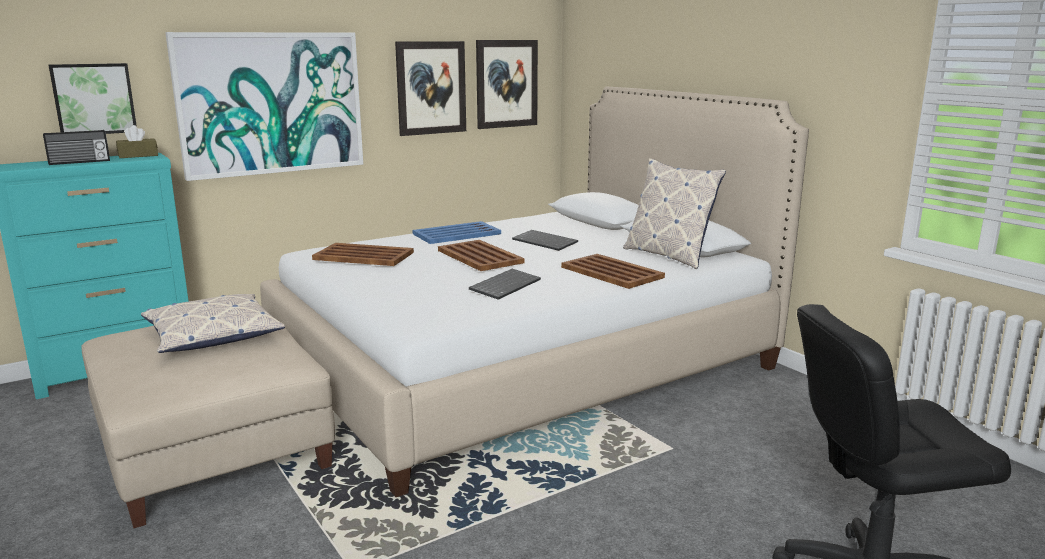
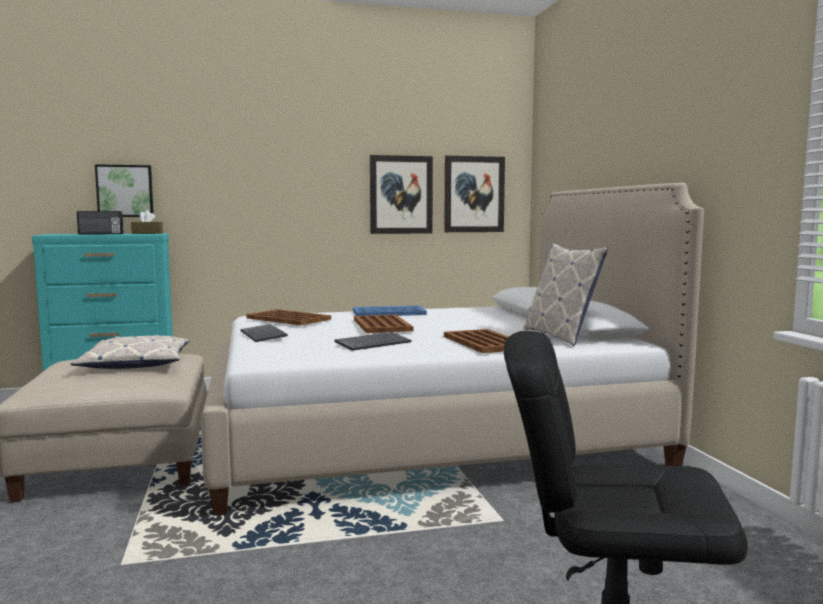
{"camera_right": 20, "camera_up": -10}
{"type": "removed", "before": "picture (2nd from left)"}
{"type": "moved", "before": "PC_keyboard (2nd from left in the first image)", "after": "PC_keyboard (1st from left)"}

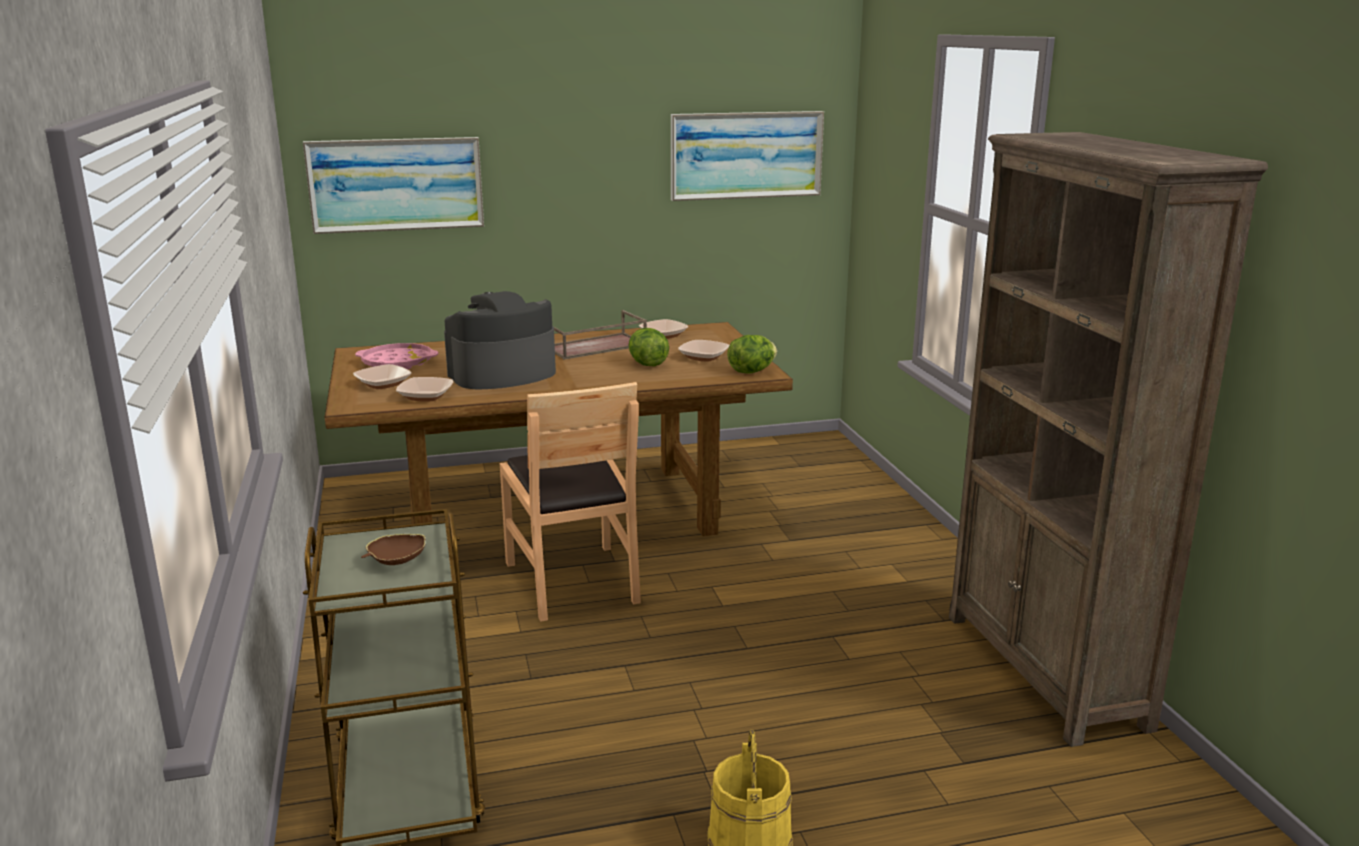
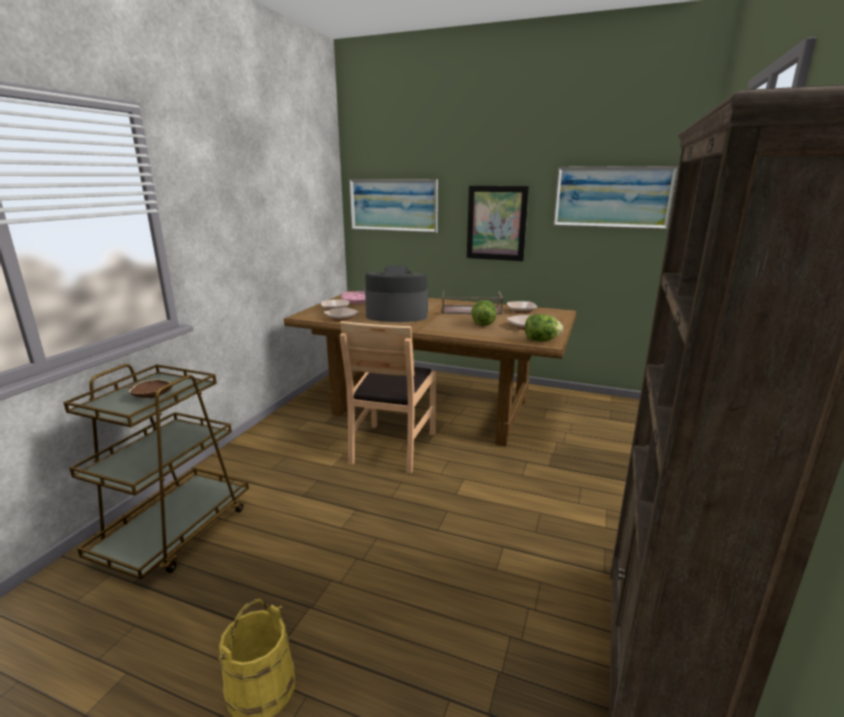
{"camera_right": 35, "camera_up": 0}
{"type": "added", "after": "picture (2nd from left)"}

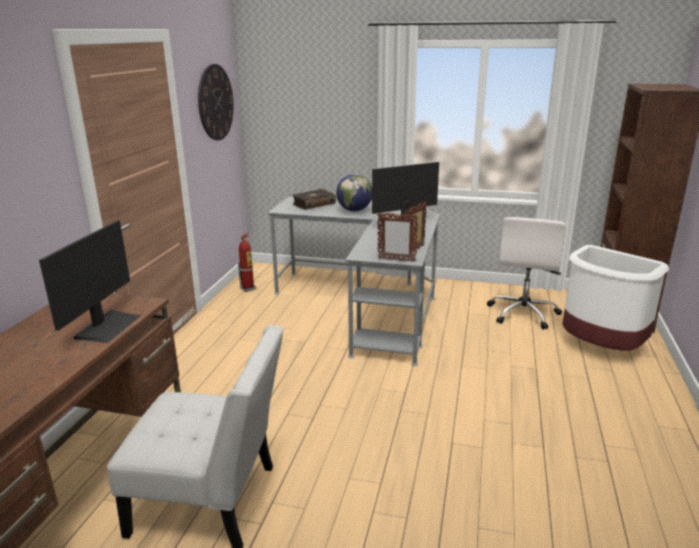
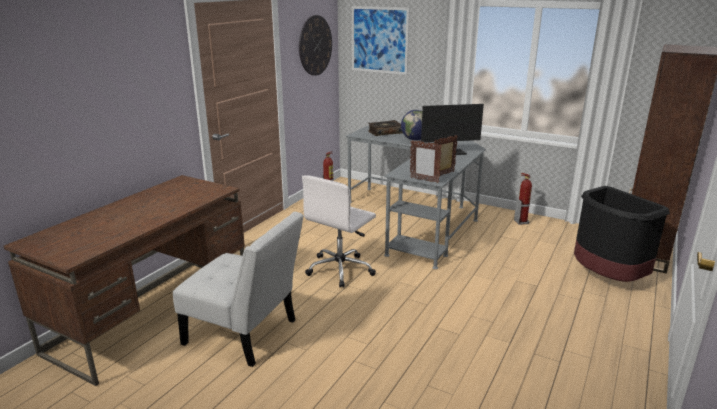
{"camera_right": 15, "camera_up": 0}
{"type": "removed", "before": "computer_screen (1st from left)"}
{"type": "moved", "before": "white-coloured_desk_chair"}
{"type": "recoloured", "before": "white-coloured_waste_bin", "after": "black-coloured_waste_bin"}
{"type": "added", "after": "picture"}
{"type": "added", "after": "extinguisher (2nd from left)"}

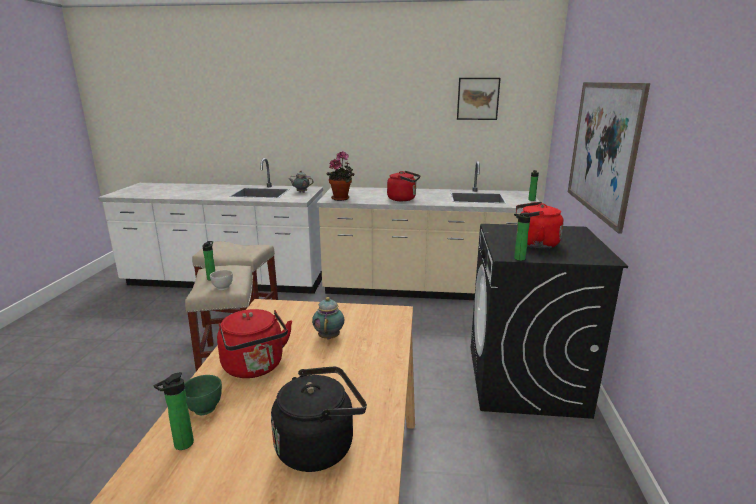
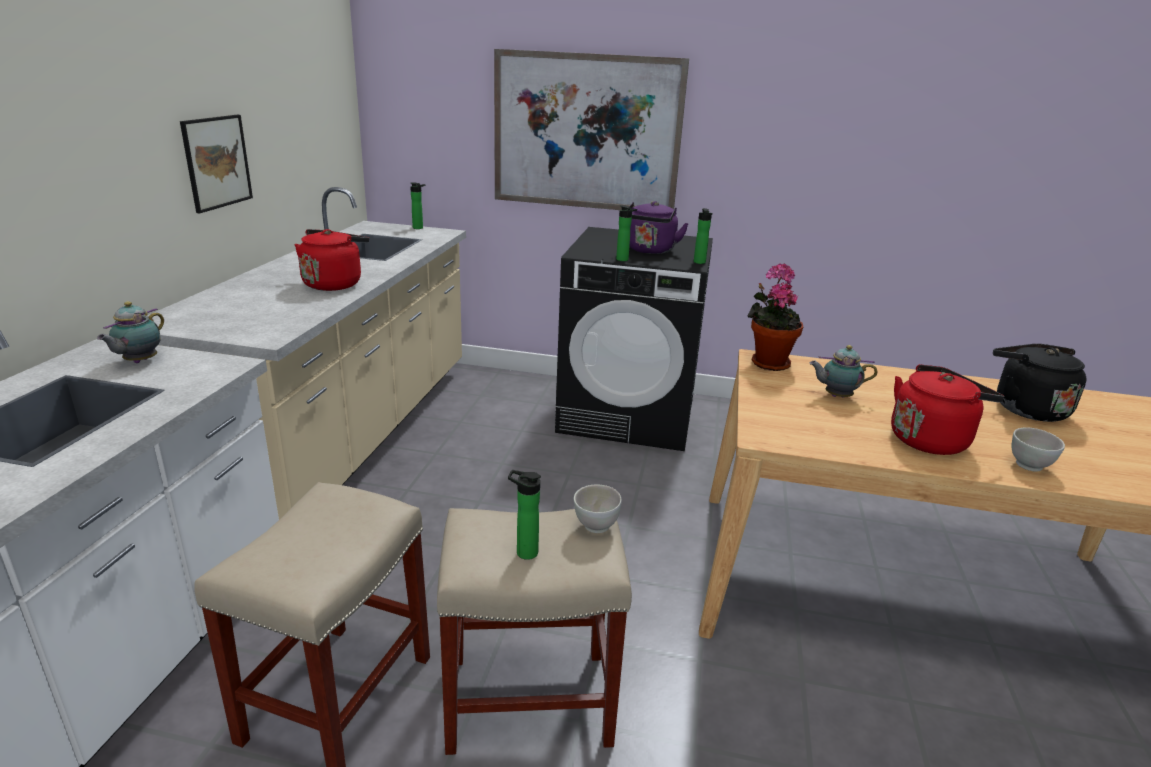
{"camera_right": -85, "camera_up": 5}
{"type": "moved", "before": "bottle (1st from left in the first image)", "after": "bottle (3rd from left)"}
{"type": "recoloured", "before": "green_serving_bowl", "after": "white-coloured_serving_bowl (2nd from left)"}
{"type": "moved", "before": "houseplant"}
{"type": "moved", "before": "picture (1st from left)"}
{"type": "recoloured", "before": "reddish_kettle (3rd from left)", "after": "purple_kettle"}

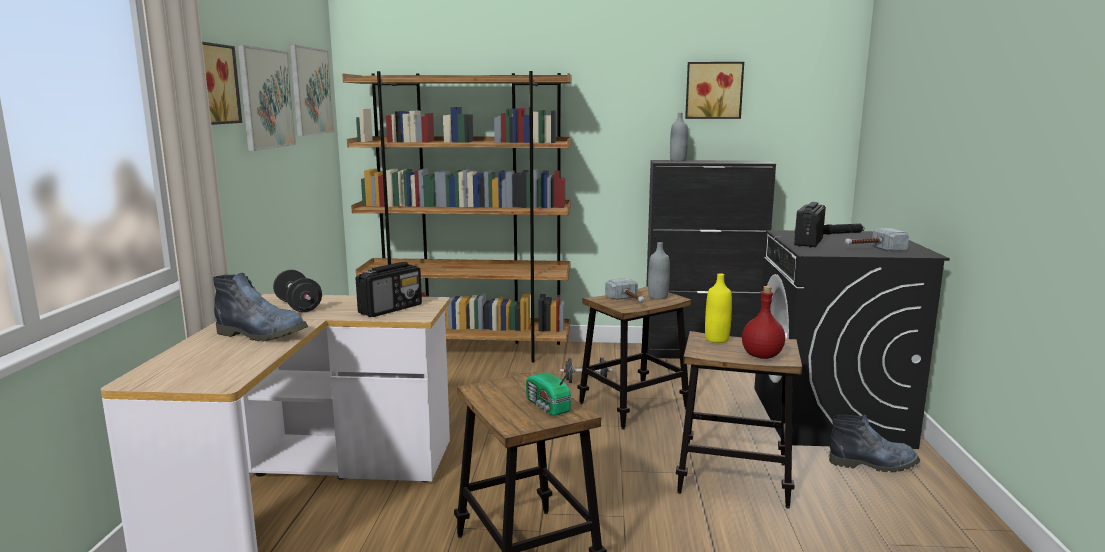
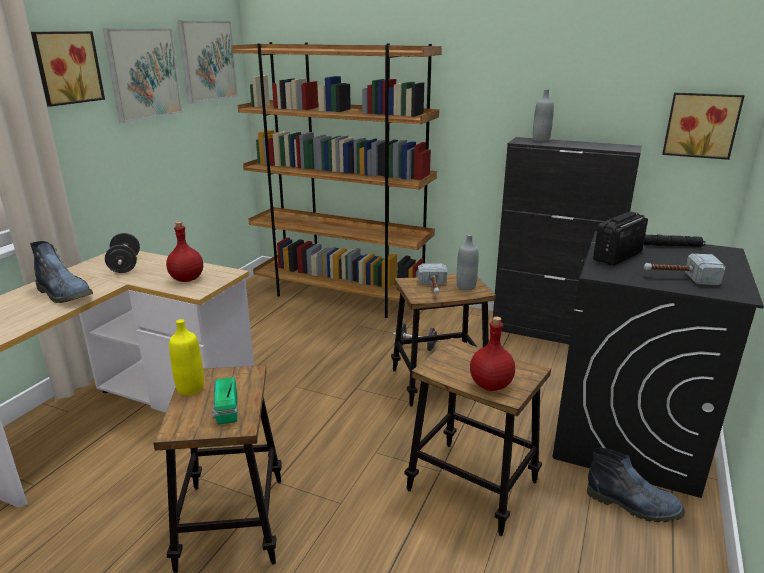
{"camera_right": 20, "camera_up": 10}
{"type": "replaced", "before": "radio (1st from left)", "after": "reddish_bottle (1st from left)"}
{"type": "moved", "before": "picture (4th from left)"}
{"type": "moved", "before": "yellow_bottle"}

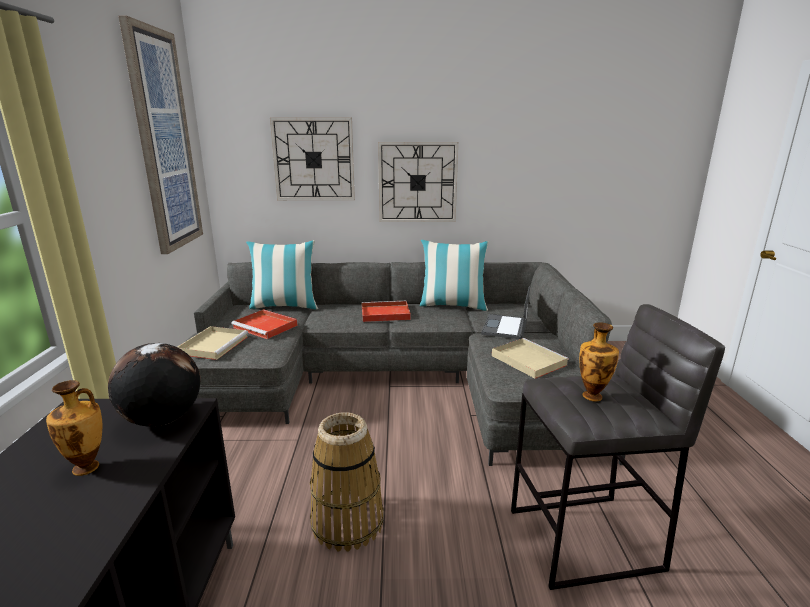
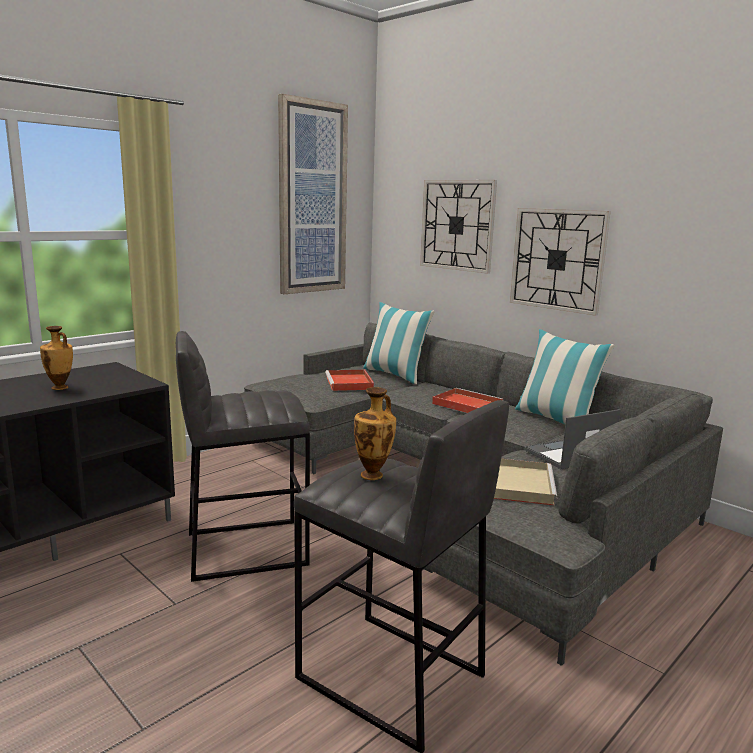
{"camera_right": 45, "camera_up": -5}
{"type": "removed", "before": "globe"}
{"type": "removed", "before": "sand-coloured_serving_tray (1st from left)"}
{"type": "replaced", "before": "storage_basket", "after": "greyish_sitting_stool (1st from left)"}

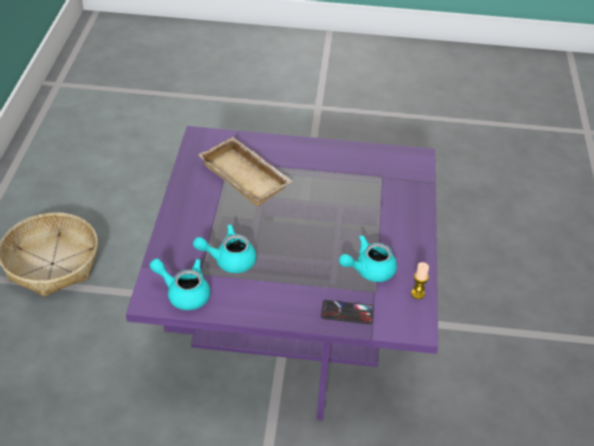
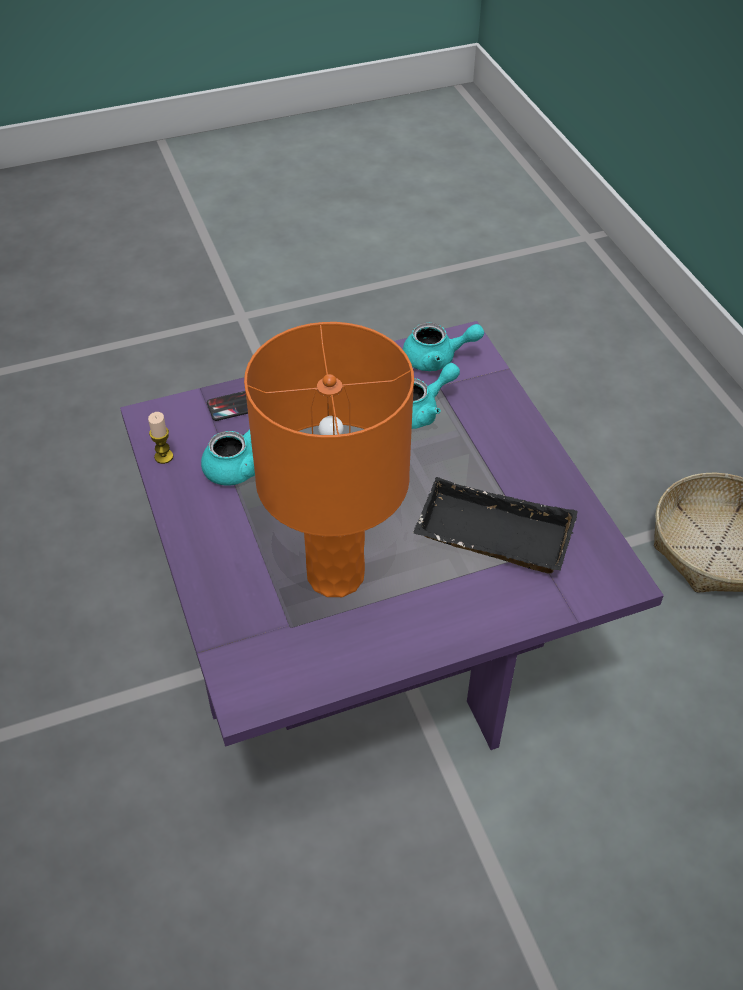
{"camera_right": 155, "camera_up": 5}
{"type": "recoloured", "before": "sand-coloured_serving_tray", "after": "black-coloured_serving_tray"}
{"type": "added", "after": "orangey_lamp_for_a_table"}

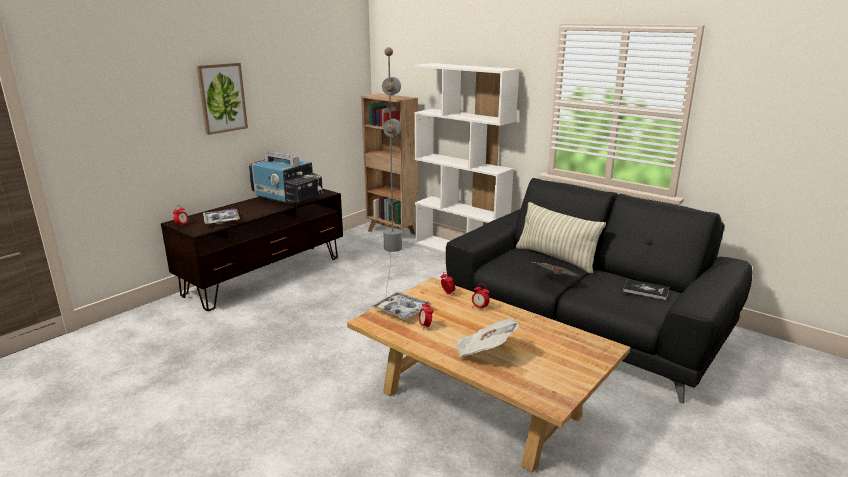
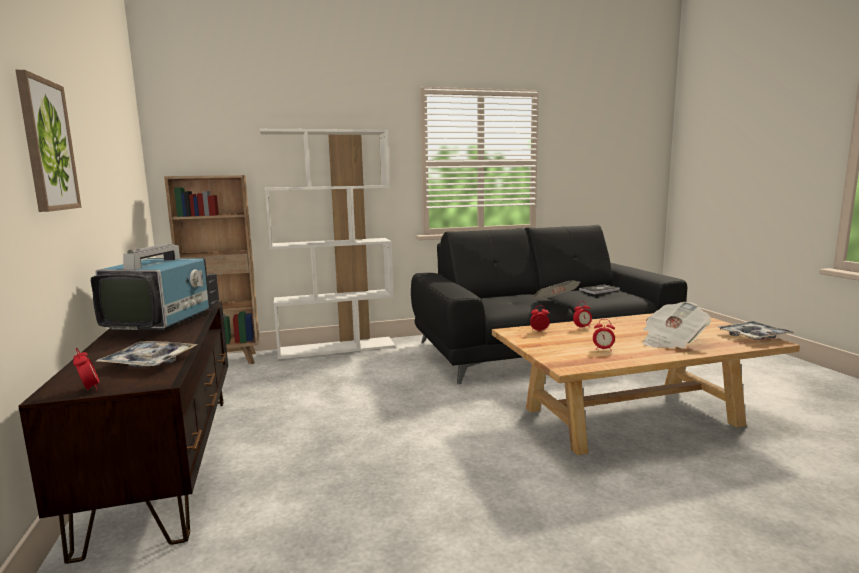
{"camera_right": -55, "camera_up": -10}
{"type": "turned", "before": "TV", "turn": -60}
{"type": "moved", "before": "serving_tray (2nd from left)"}
{"type": "removed", "before": "greyish_floor_lamp"}
{"type": "removed", "before": "cushion"}

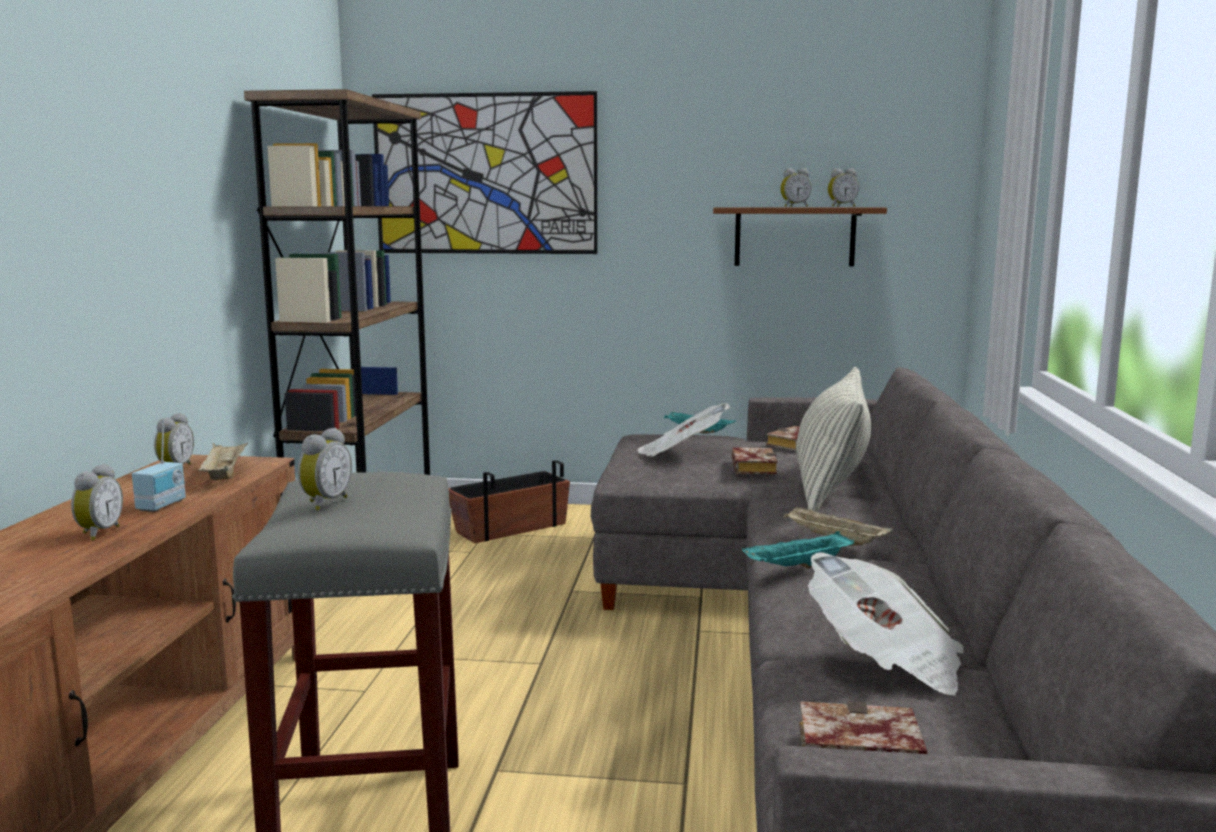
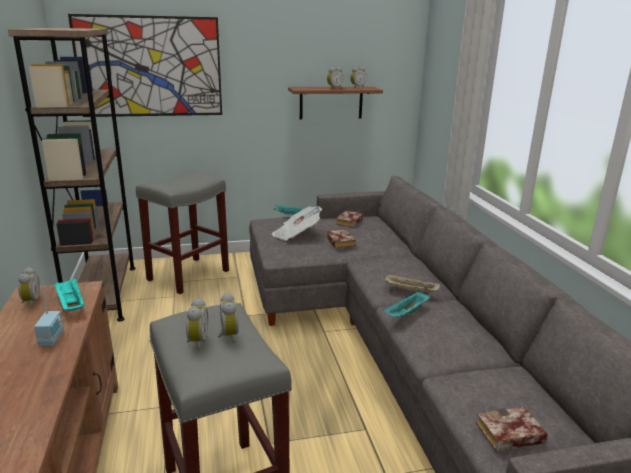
{"camera_right": -20, "camera_up": 10}
{"type": "moved", "before": "table_clock (1st from left in the first image)", "after": "table_clock (3rd from left)"}
{"type": "recoloured", "before": "sand-coloured_serving_tray (1st from left)", "after": "turquoise_serving_tray (1st from left)"}
{"type": "replaced", "before": "plant_pot", "after": "greyish_sitting_stool (1st from left)"}
{"type": "removed", "before": "cushion"}
{"type": "removed", "before": "printed_paper (2nd from left)"}

